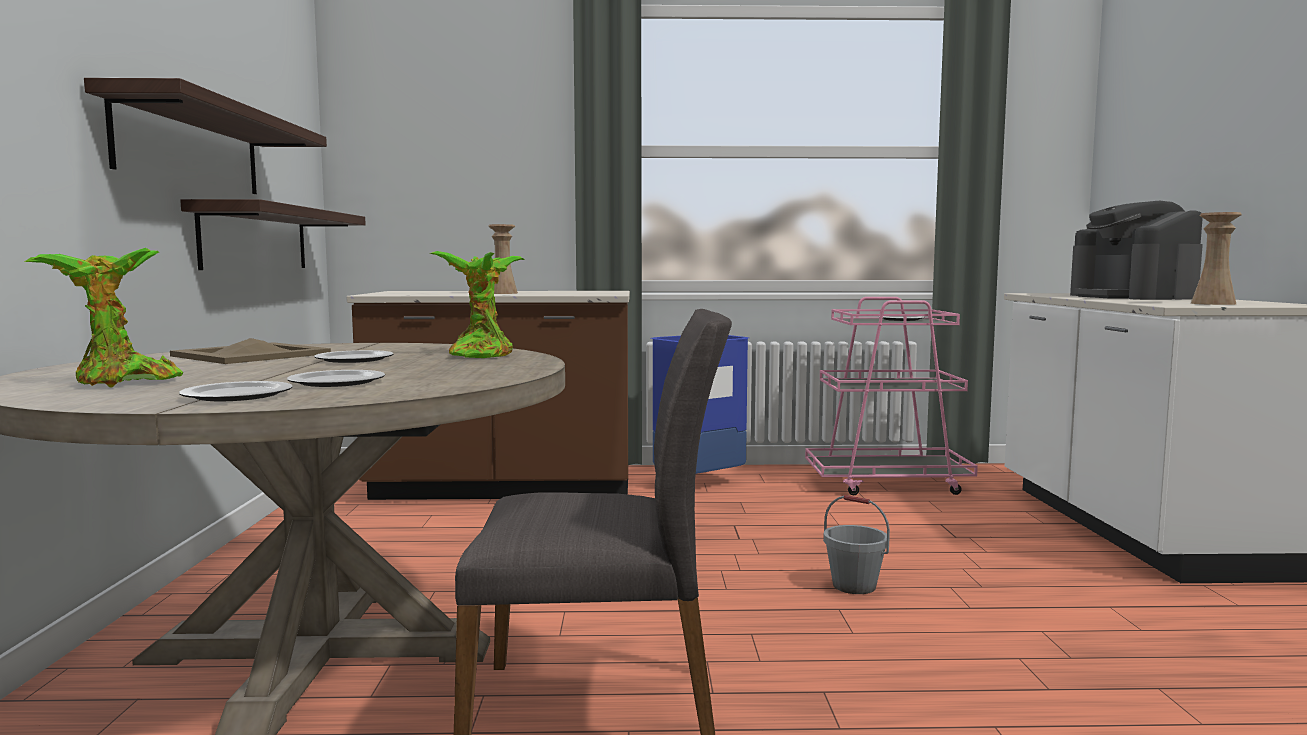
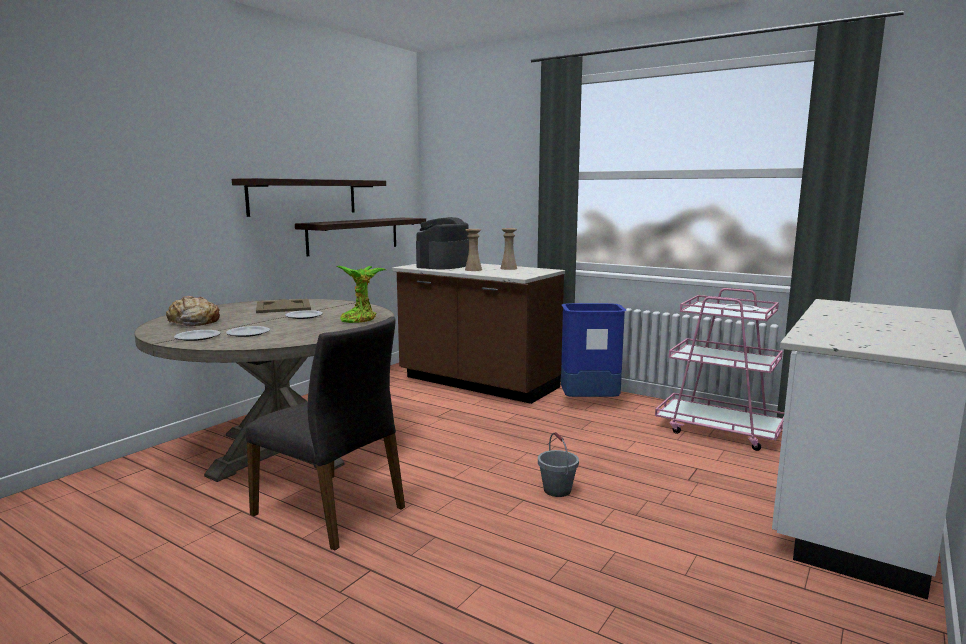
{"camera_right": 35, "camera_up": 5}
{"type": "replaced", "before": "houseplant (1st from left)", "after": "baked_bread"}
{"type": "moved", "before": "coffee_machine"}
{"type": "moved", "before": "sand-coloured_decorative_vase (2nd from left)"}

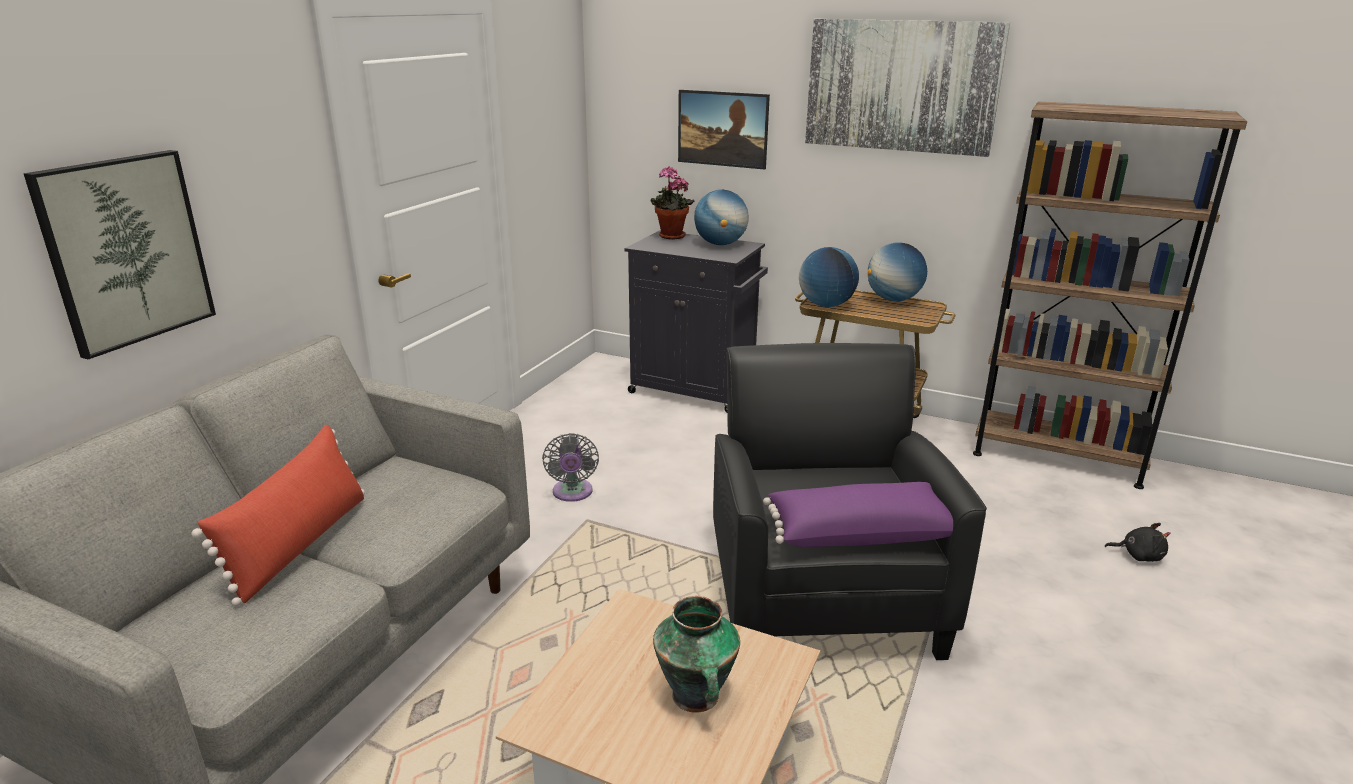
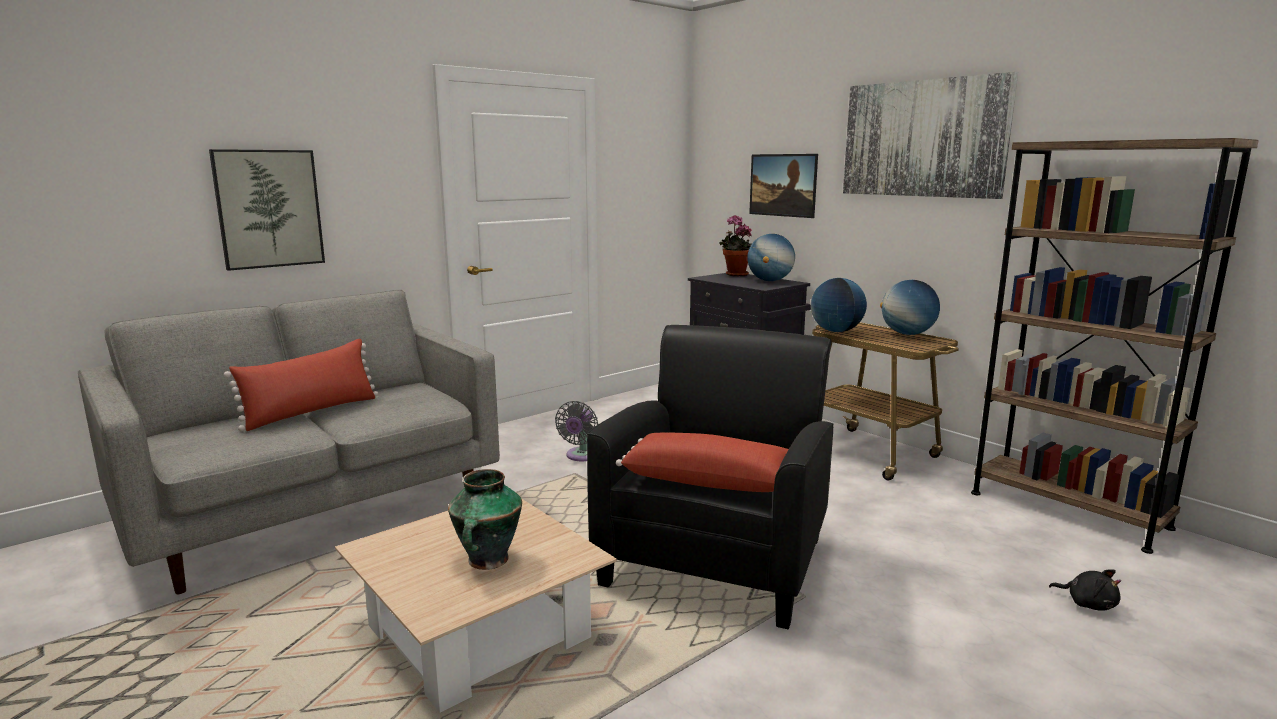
{"camera_right": 25, "camera_up": -10}
{"type": "recoloured", "before": "purple_cushion", "after": "reddish_cushion (2nd from left)"}

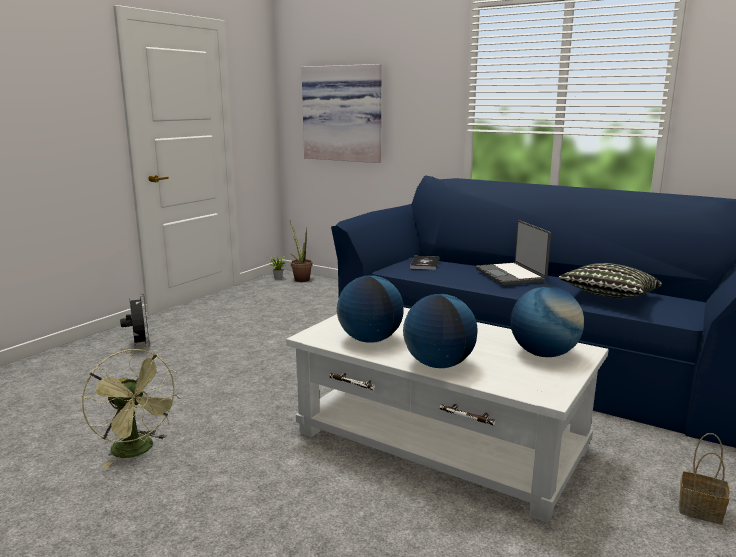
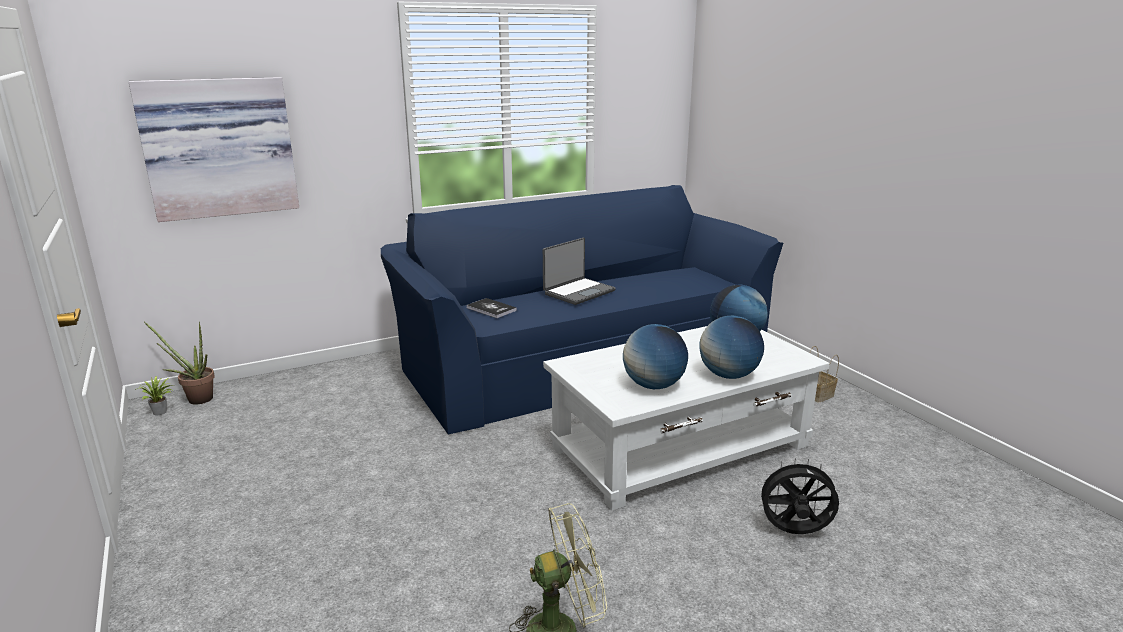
{"camera_right": -60, "camera_up": 5}
{"type": "moved", "before": "black-coloured_electric_fan"}
{"type": "turned", "before": "portable_computer", "turn": -60}
{"type": "removed", "before": "cushion"}

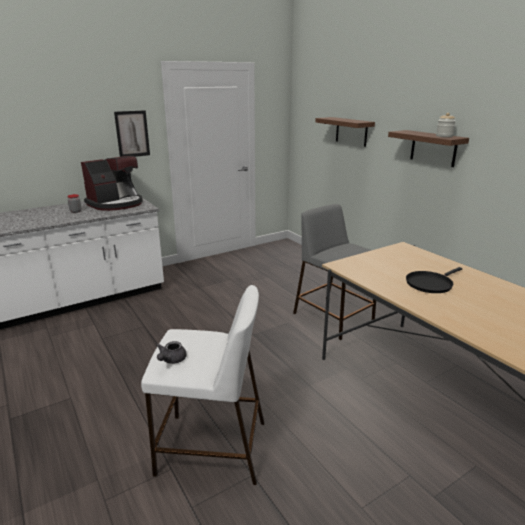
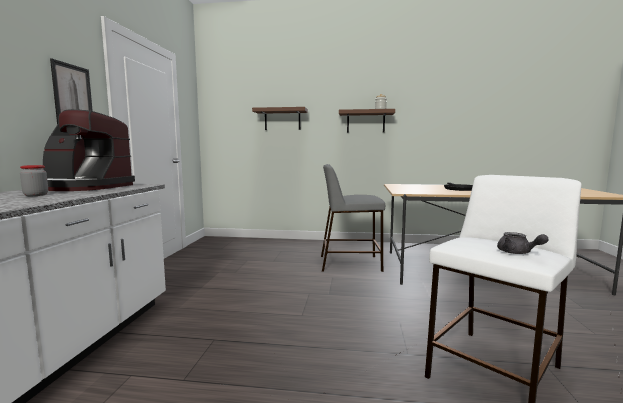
{"camera_right": -50, "camera_up": -15}
{"type": "turned", "before": "coffee_machine", "turn": 105}

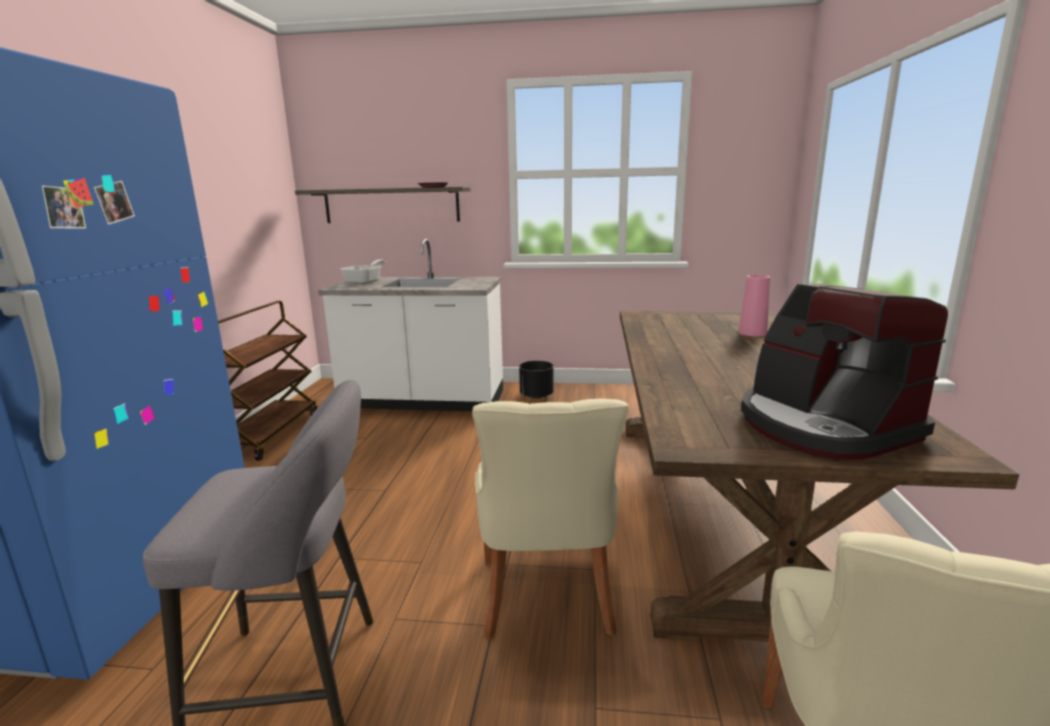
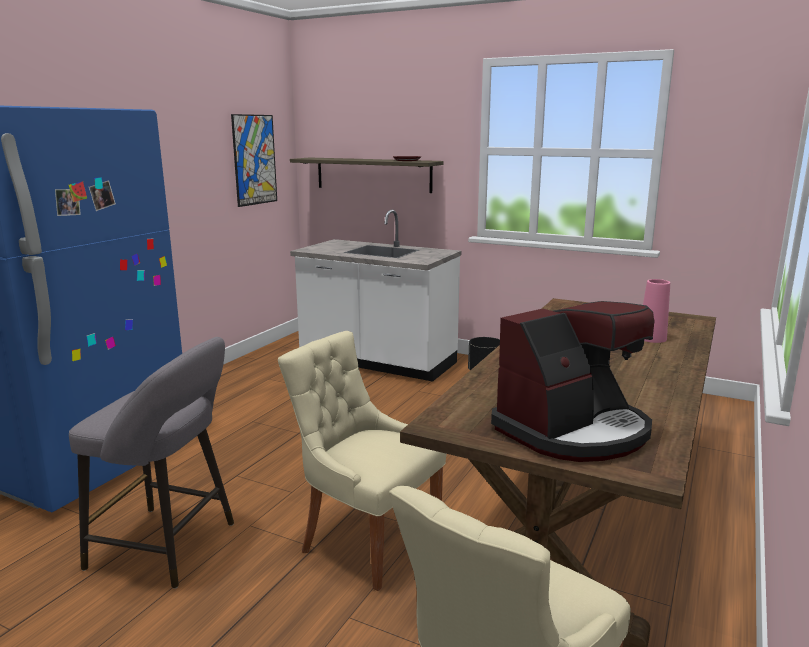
{"camera_right": 20, "camera_up": 0}
{"type": "removed", "before": "brownish_trolley"}
{"type": "removed", "before": "pan"}
{"type": "turned", "before": "sand-coloured_chair (1st from left)", "turn": 105}
{"type": "turned", "before": "coffee_machine", "turn": -120}
{"type": "added", "after": "picture"}

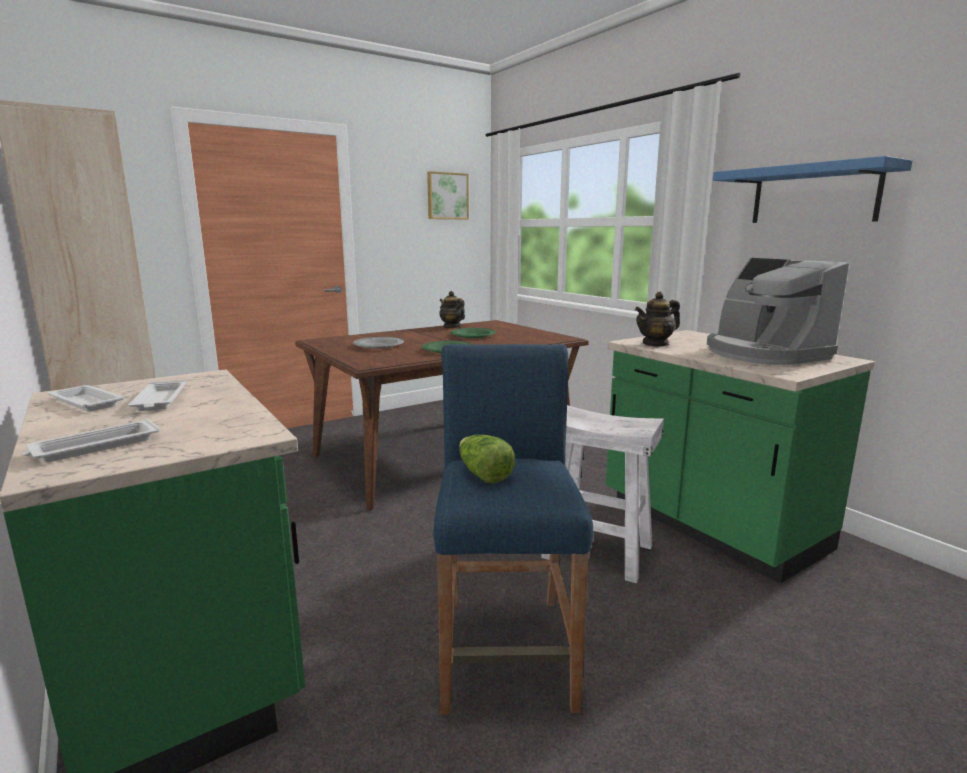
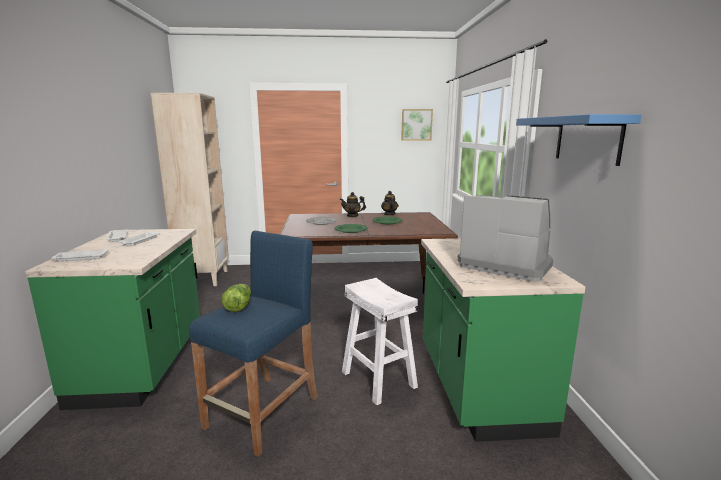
{"camera_right": 30, "camera_up": 0}
{"type": "moved", "before": "tea_pot (2nd from left in the first image)", "after": "tea_pot (1st from left)"}
{"type": "turned", "before": "coffee_machine", "turn": 120}

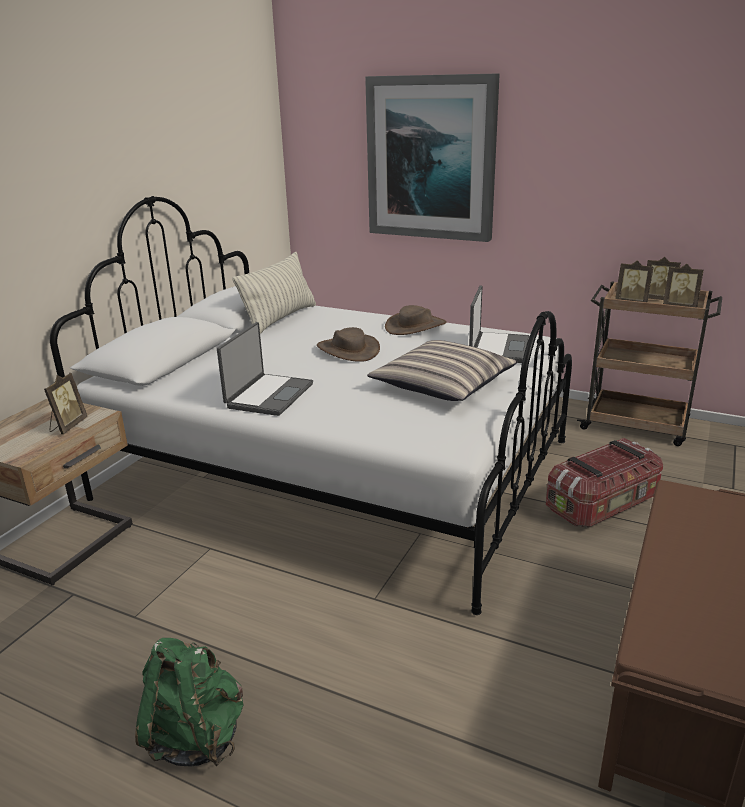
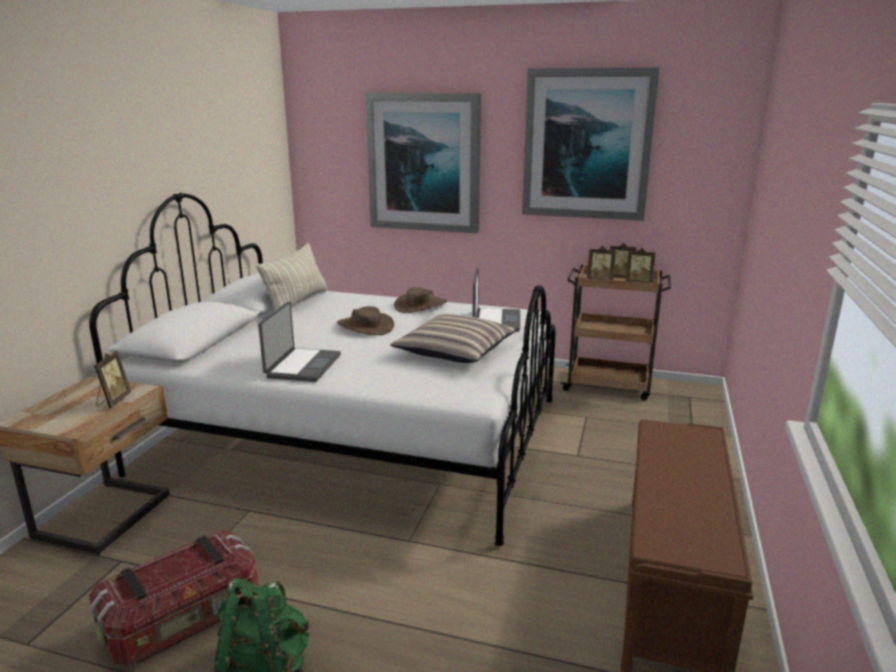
{"camera_right": -10, "camera_up": -5}
{"type": "moved", "before": "storage_box"}
{"type": "added", "after": "picture (2nd from left)"}

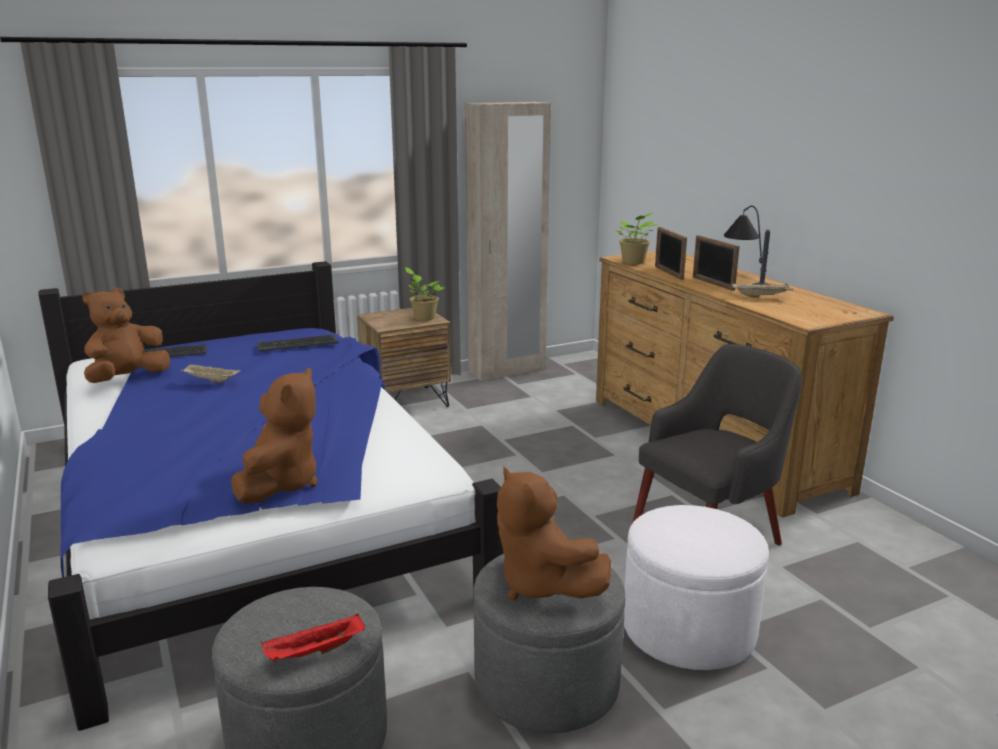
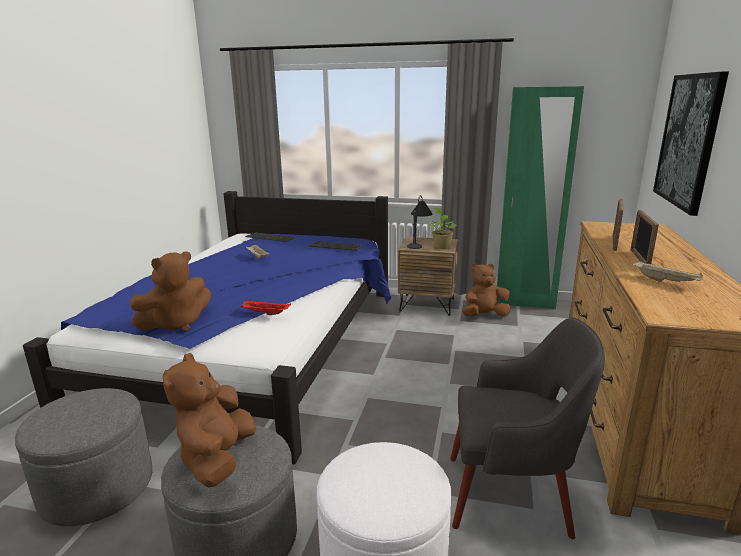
{"camera_right": 40, "camera_up": 0}
{"type": "moved", "before": "brownish_plush_toy (1st from left in the first image)", "after": "brownish_plush_toy (3rd from left)"}
{"type": "moved", "before": "reddish_serving_tray"}
{"type": "recoloured", "before": "sand-coloured_armoire", "after": "green_armoire"}
{"type": "removed", "before": "houseplant (2nd from left)"}
{"type": "moved", "before": "lamp_for_a_table"}
{"type": "added", "after": "picture"}

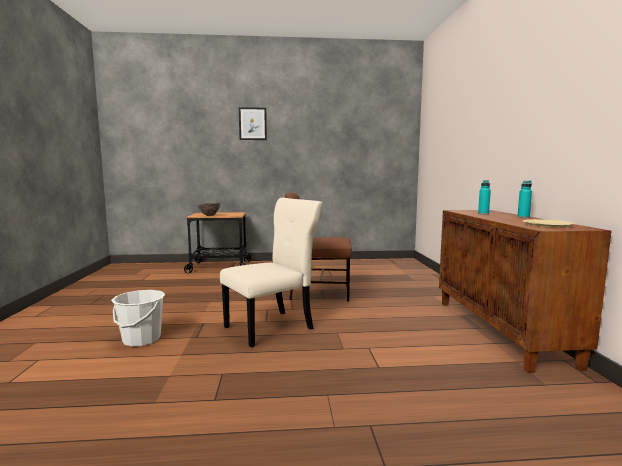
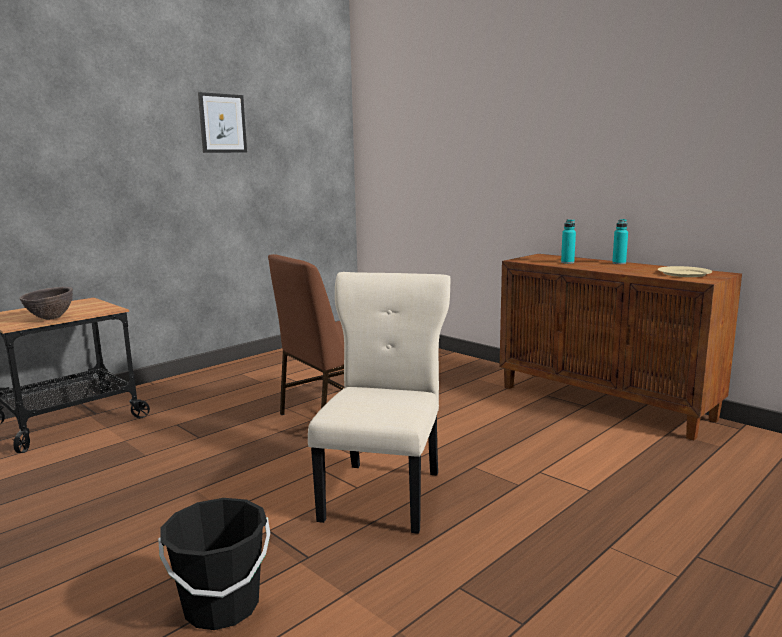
{"camera_right": -40, "camera_up": 5}
{"type": "recoloured", "before": "white-coloured_water_bucket", "after": "black-coloured_water_bucket"}
{"type": "moved", "before": "picture"}

